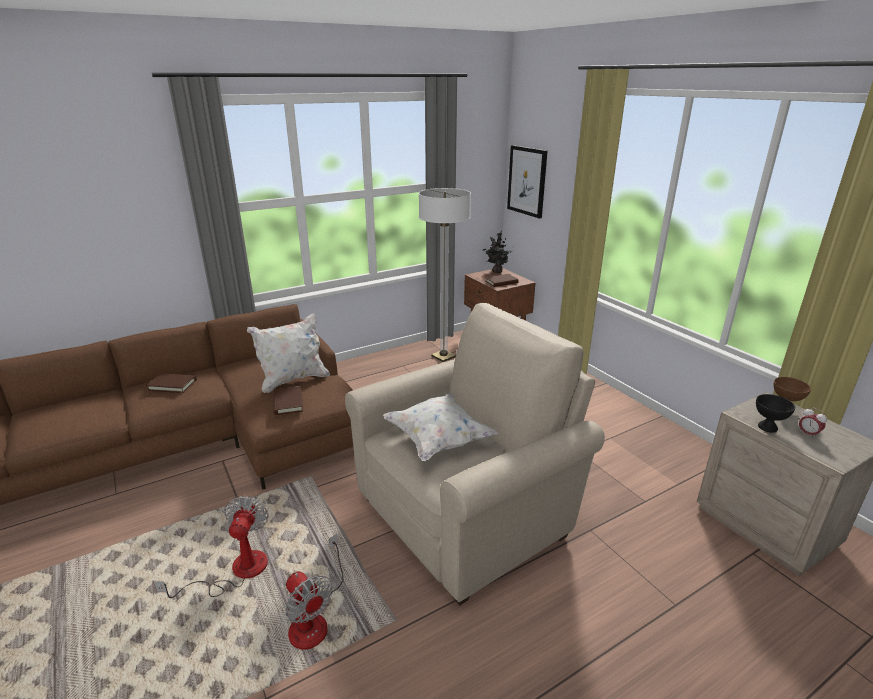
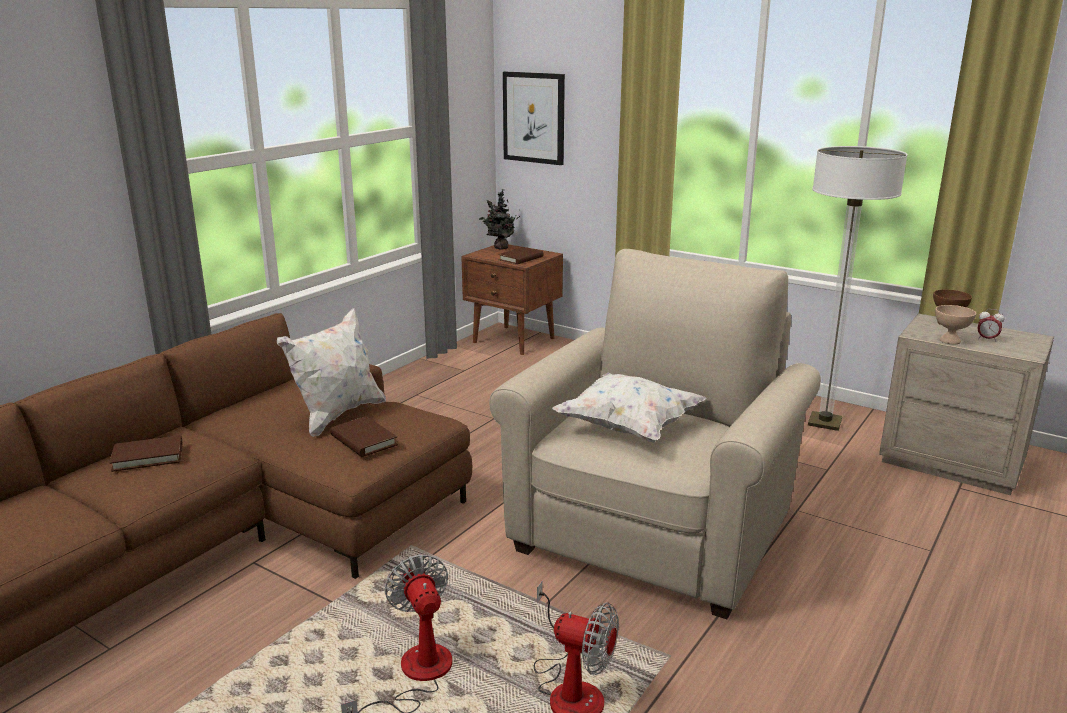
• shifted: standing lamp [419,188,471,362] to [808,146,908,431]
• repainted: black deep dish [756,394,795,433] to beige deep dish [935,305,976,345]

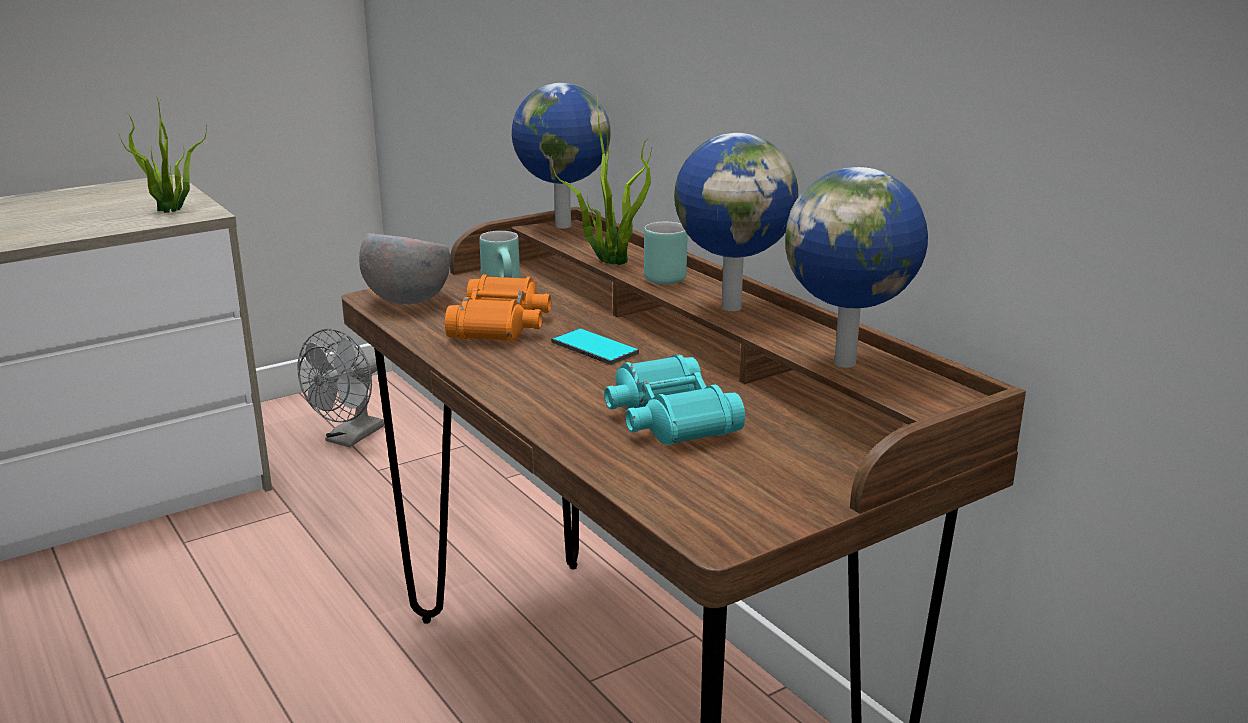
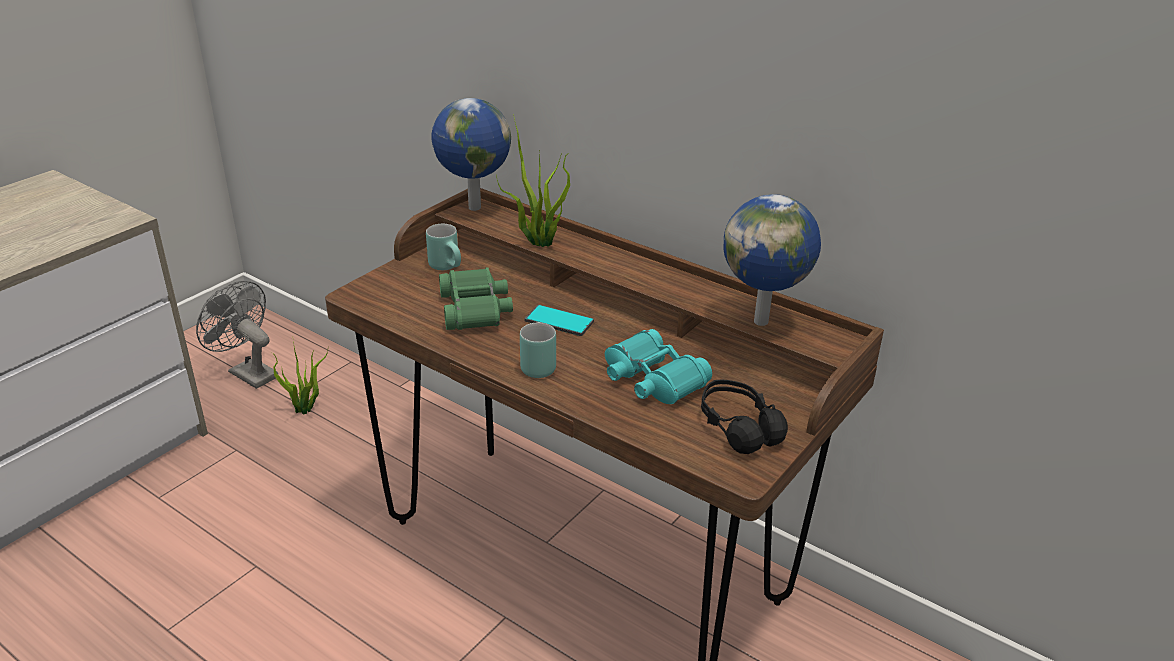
• rotated: greyish cooling fan [297,329,384,447] = [196,281,278,389] 120 degrees clockwise
• shifted: houseplant [119,96,207,213] to [272,342,328,415]
• repainted: orange-coloured binoculars [445,275,551,341] to green binoculars [439,267,513,330]
• shifted: turquoise-coloured mug [644,222,688,285] to [520,322,556,378]
• new: black pair of headphones [701,379,788,454]
• gone: greyish deep dish [359,233,450,304]
• gone: world globe [674,133,798,311]

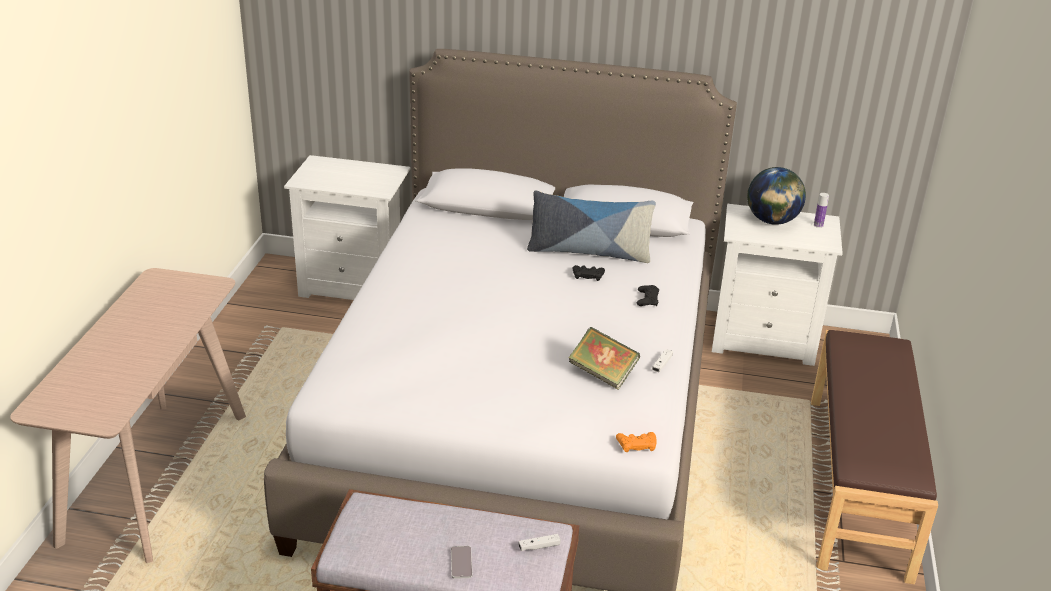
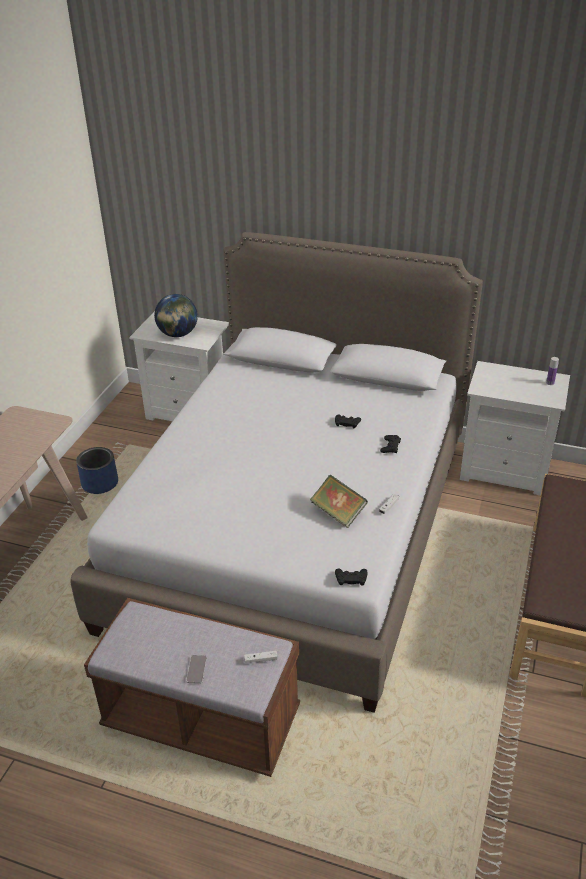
• new: blue plant pot [76,447,118,494]
• shifted: world globe [747,167,806,225] to [154,294,198,337]
• repainted: orange-coloured game controller [616,432,657,452] to black game controller [335,569,368,586]
• gone: throw pillow [527,190,656,263]

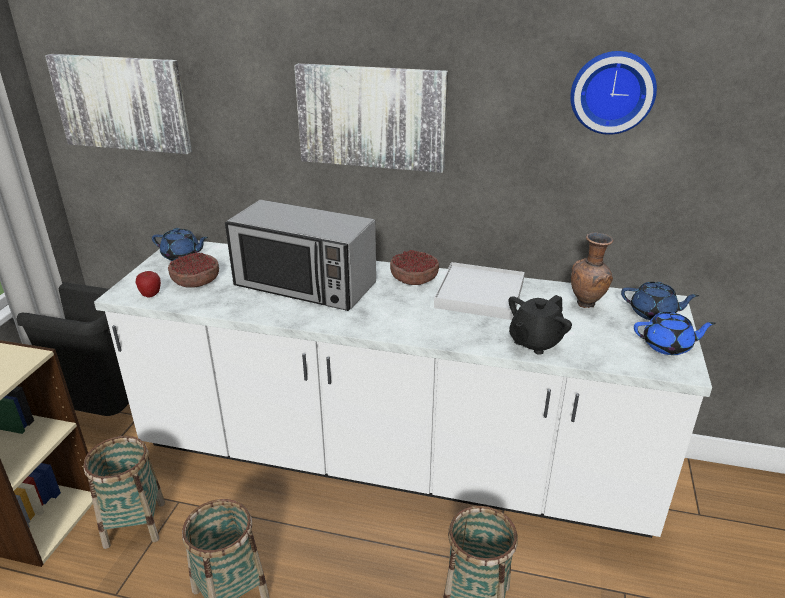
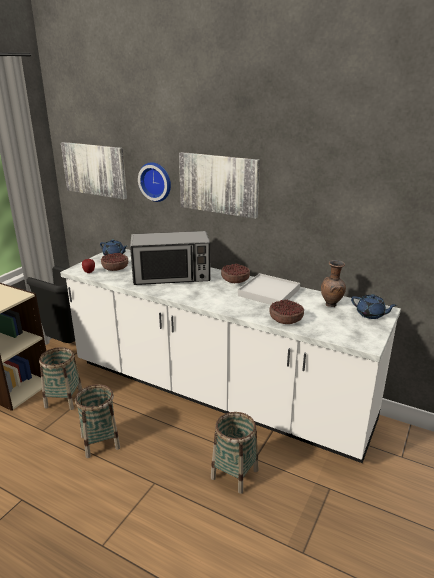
• rotated: microwave oven [225,200,376,311] = [130,231,210,285] 45 degrees counterclockwise
• shifted: clock on the wall [570,51,657,135] to [138,162,171,202]
• swapped: black teapot [509,295,572,355] to deep dish [269,299,304,324]
• gone: blue teapot [634,312,716,355]

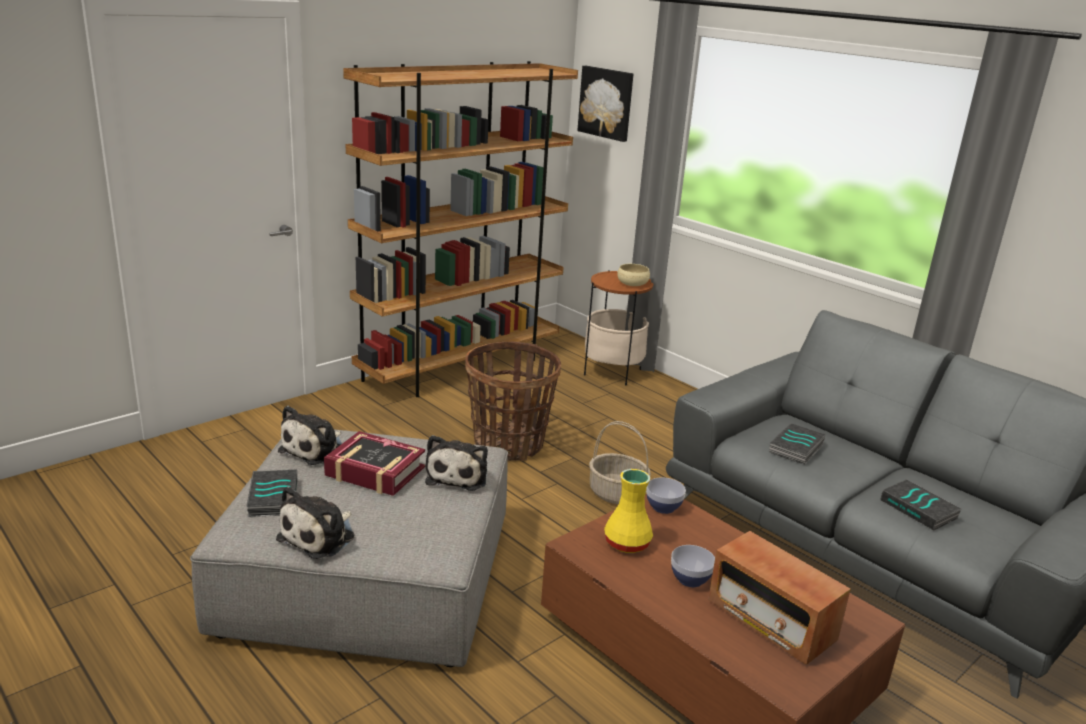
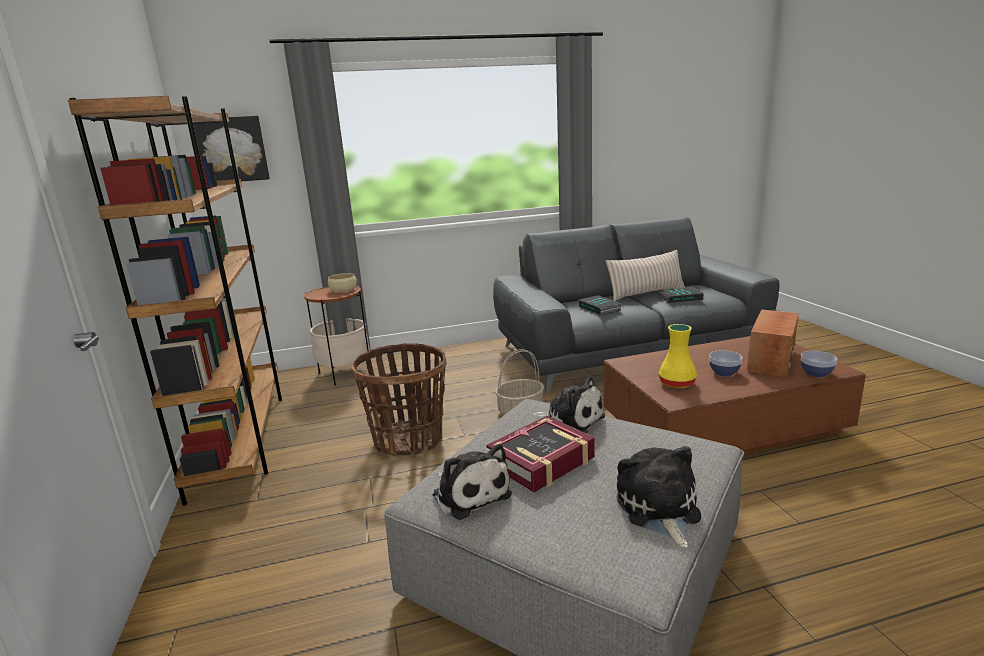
• new: beige throw pillow [606,250,685,301]
• rotated: plush toy [276,486,354,559] = [616,446,701,547] 150 degrees counterclockwise
• rotated: radio receiver [708,531,851,665] = [747,309,799,377] 45 degrees counterclockwise
• shifted: deep dish [646,477,686,514] to [801,351,837,378]
• gone: bound book [246,470,297,517]

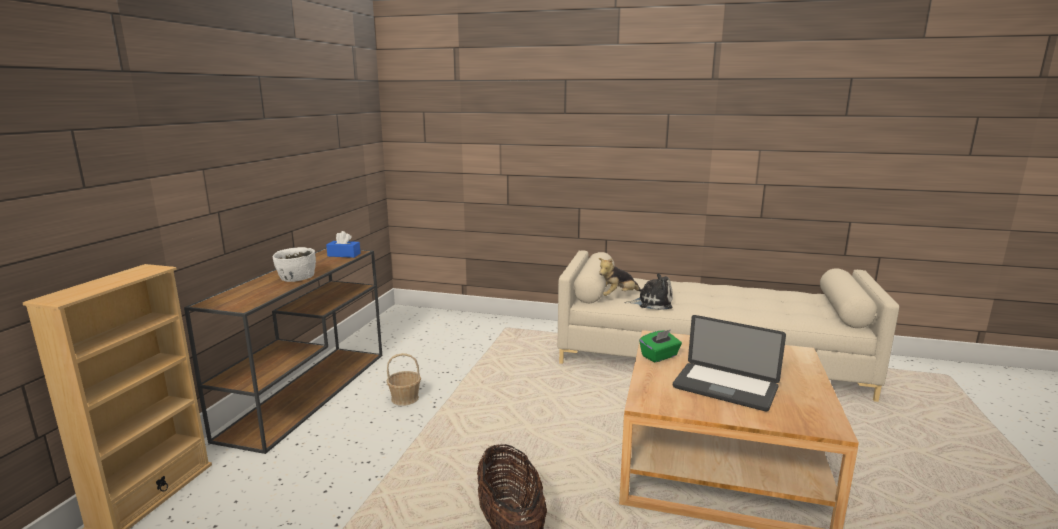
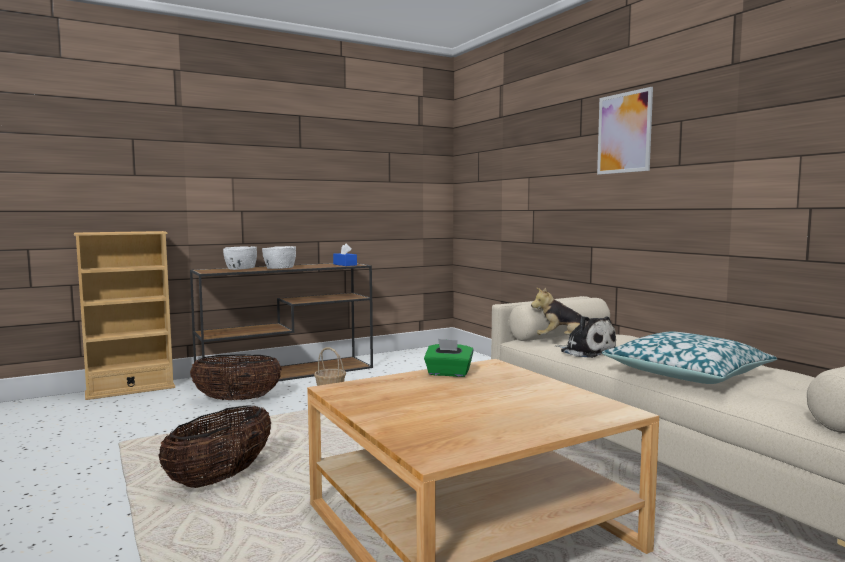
• new: storage basket [190,354,282,401]
• new: white deep dish [223,246,257,270]
• new: wall picture [597,87,653,175]
• new: throw pillow [602,332,777,384]
• gone: portable computer [673,315,786,411]

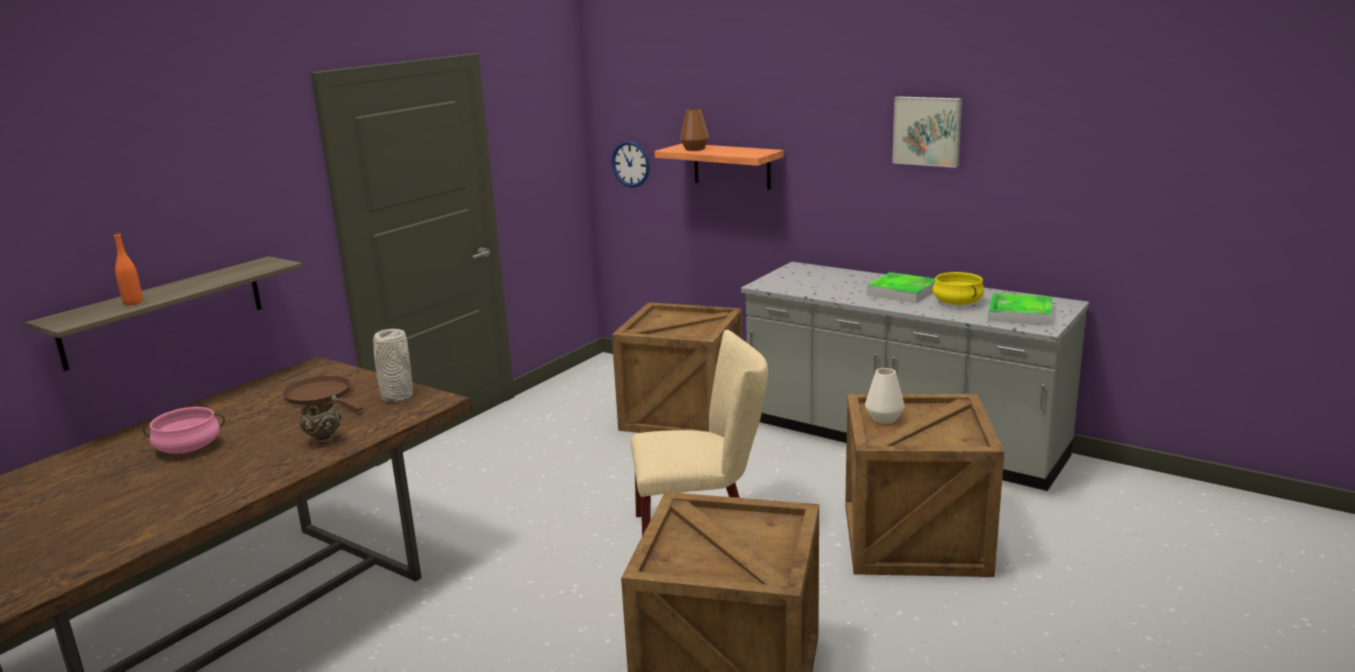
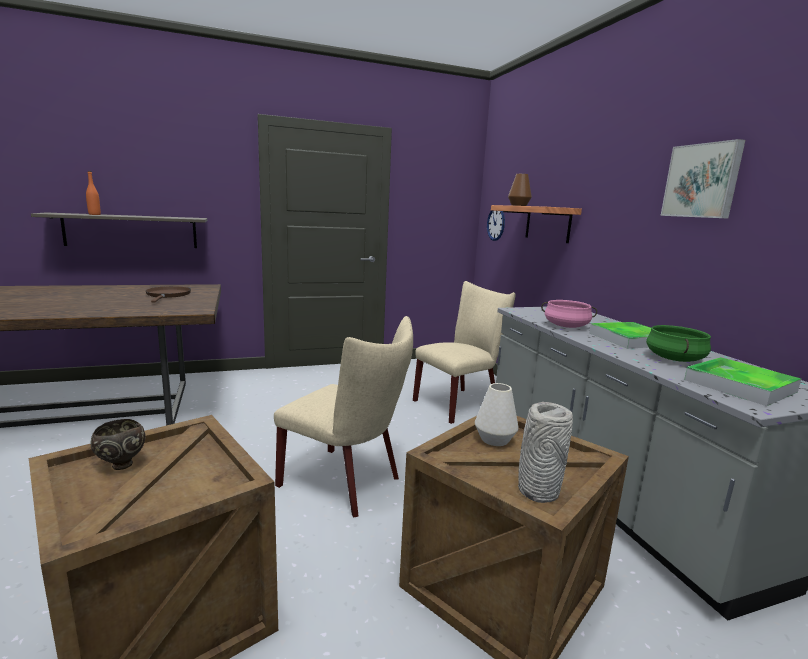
• shifted: brown-coloured deep dish [299,403,341,444] to [90,419,146,470]
• swapped: shipping crate [612,302,742,433] to beige chair [413,281,516,424]
• shifted: greyish flower vase [373,329,413,403] to [518,402,573,503]
• shifted: pink saucepot [143,407,225,454] to [541,300,597,328]
• repainted: yellow-coloured saucepot [932,272,984,305] to green saucepot [646,325,711,362]

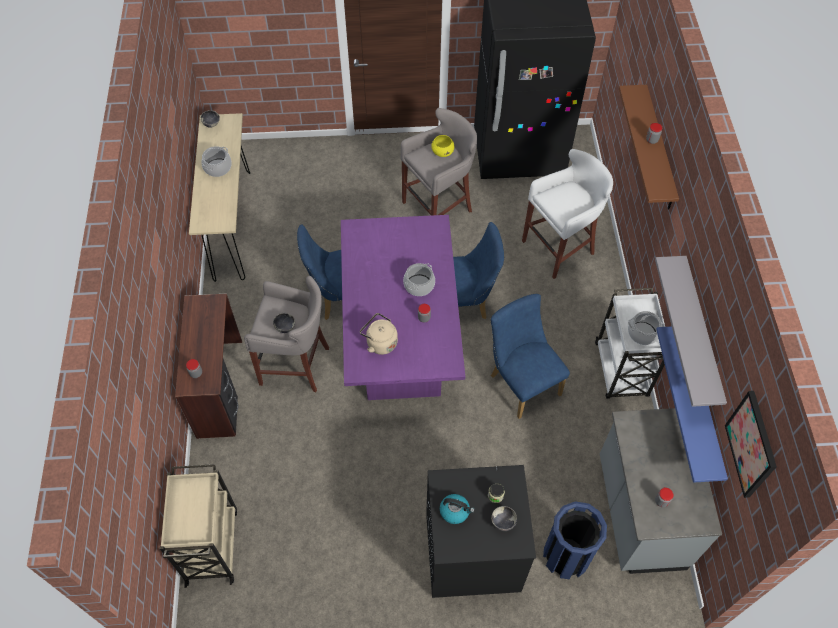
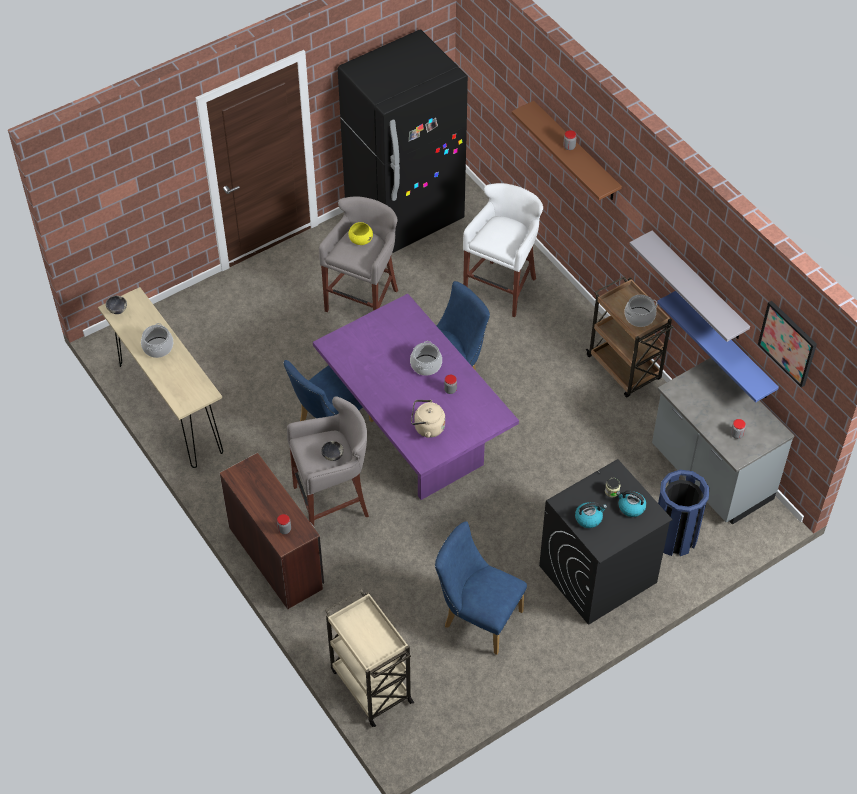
• shifted: blue chair [491,294,570,419] to [435,521,527,655]
• repainted: white cart [595,288,665,399] to brown-coloured cart [586,277,673,397]
• swapped: deep dish [491,506,517,531] to tea kettle [616,490,646,517]

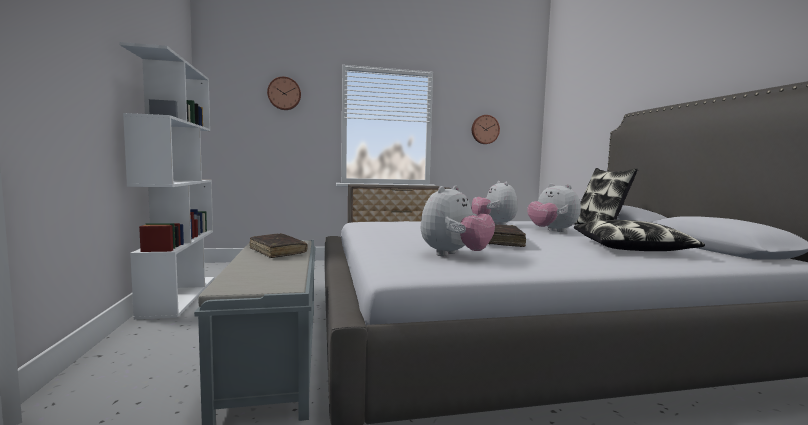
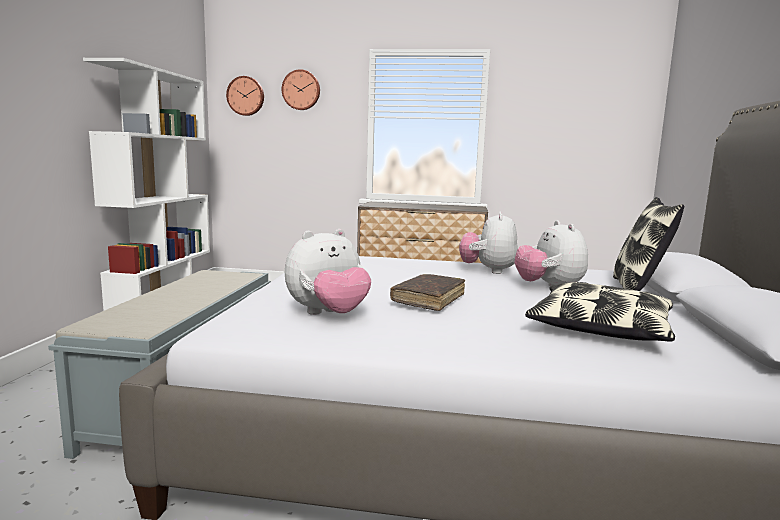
• shifted: clock on the wall [472,115,500,144] to [226,76,264,116]
• gone: brown-coloured bound book [250,233,308,258]

